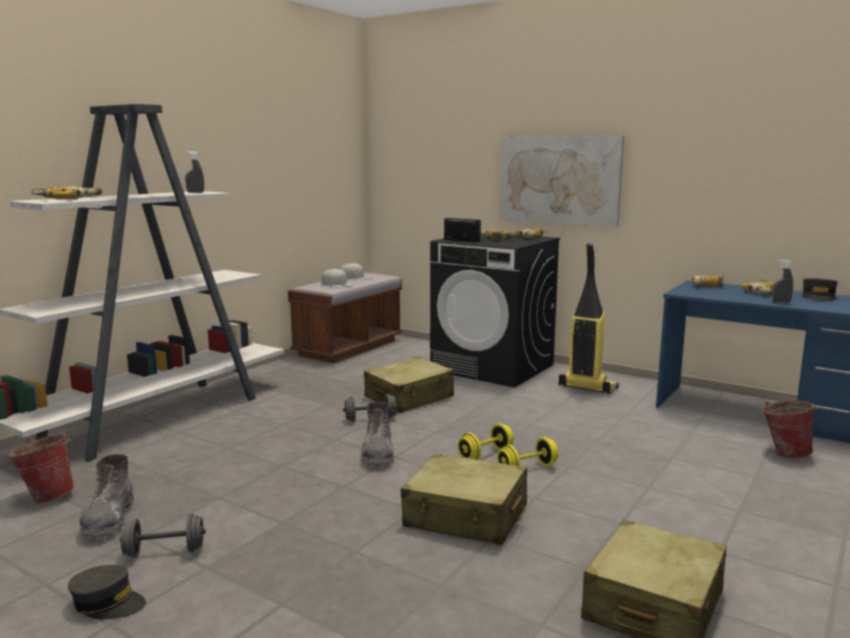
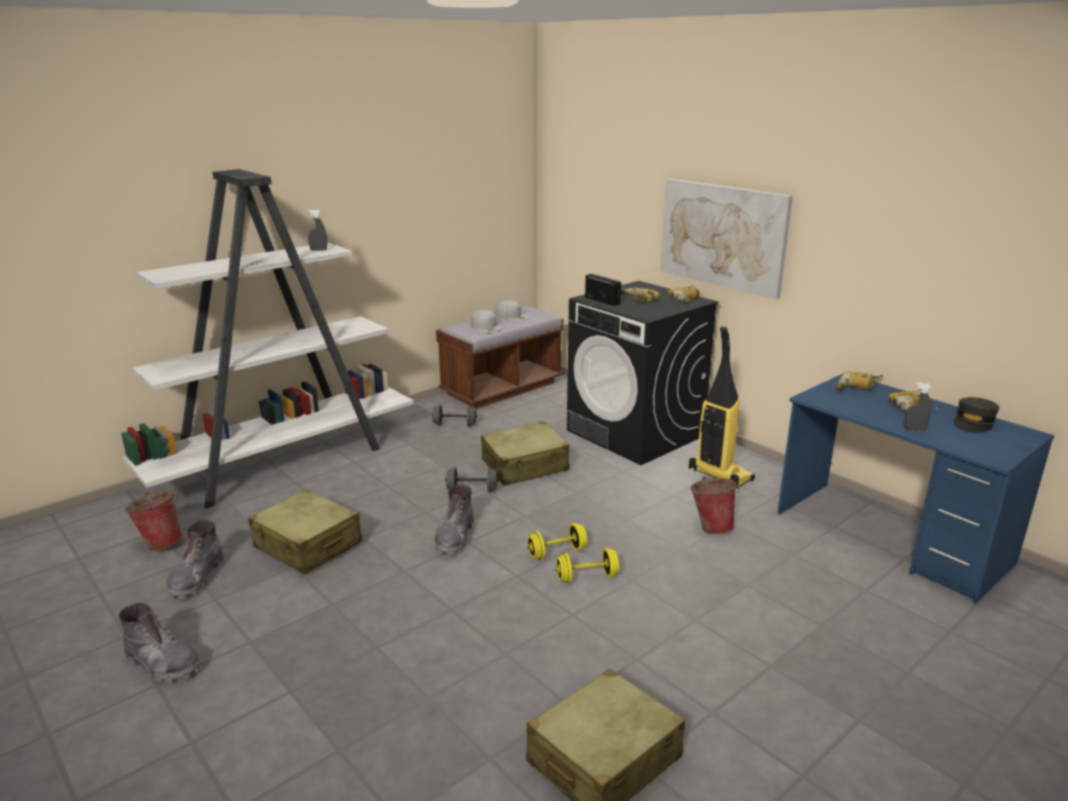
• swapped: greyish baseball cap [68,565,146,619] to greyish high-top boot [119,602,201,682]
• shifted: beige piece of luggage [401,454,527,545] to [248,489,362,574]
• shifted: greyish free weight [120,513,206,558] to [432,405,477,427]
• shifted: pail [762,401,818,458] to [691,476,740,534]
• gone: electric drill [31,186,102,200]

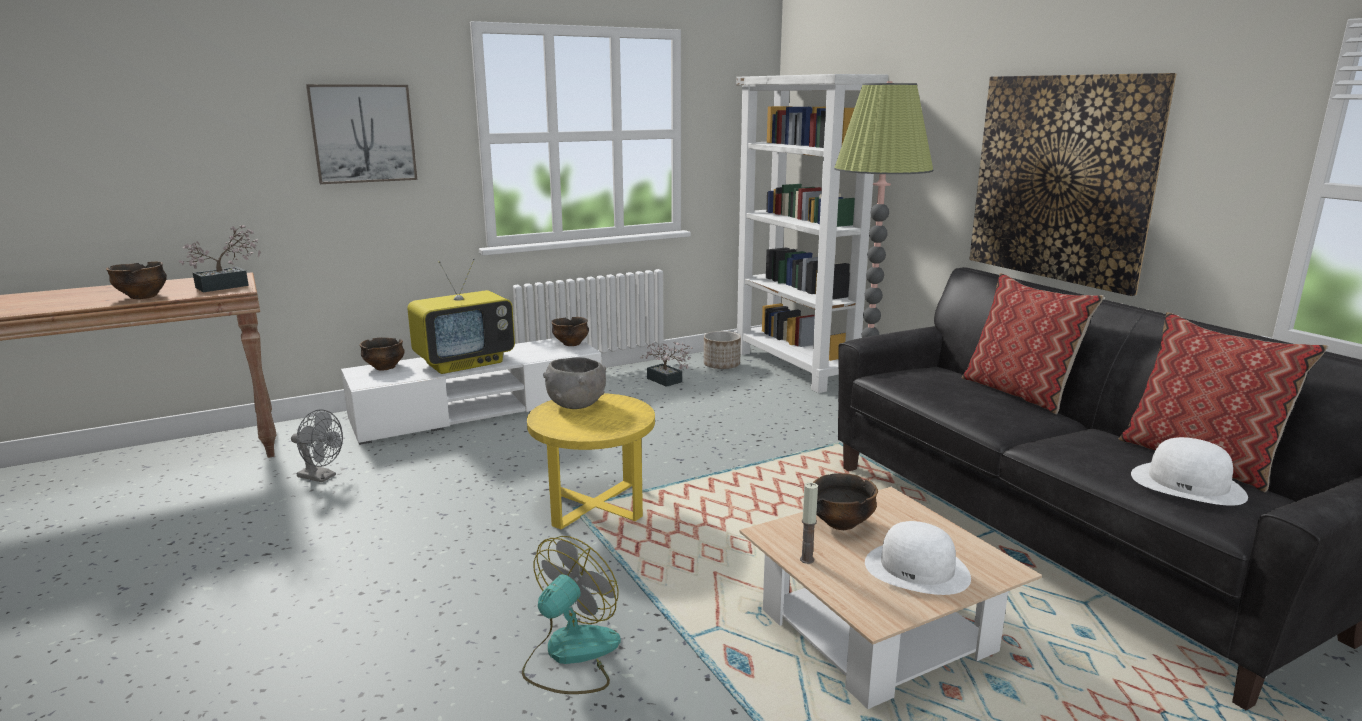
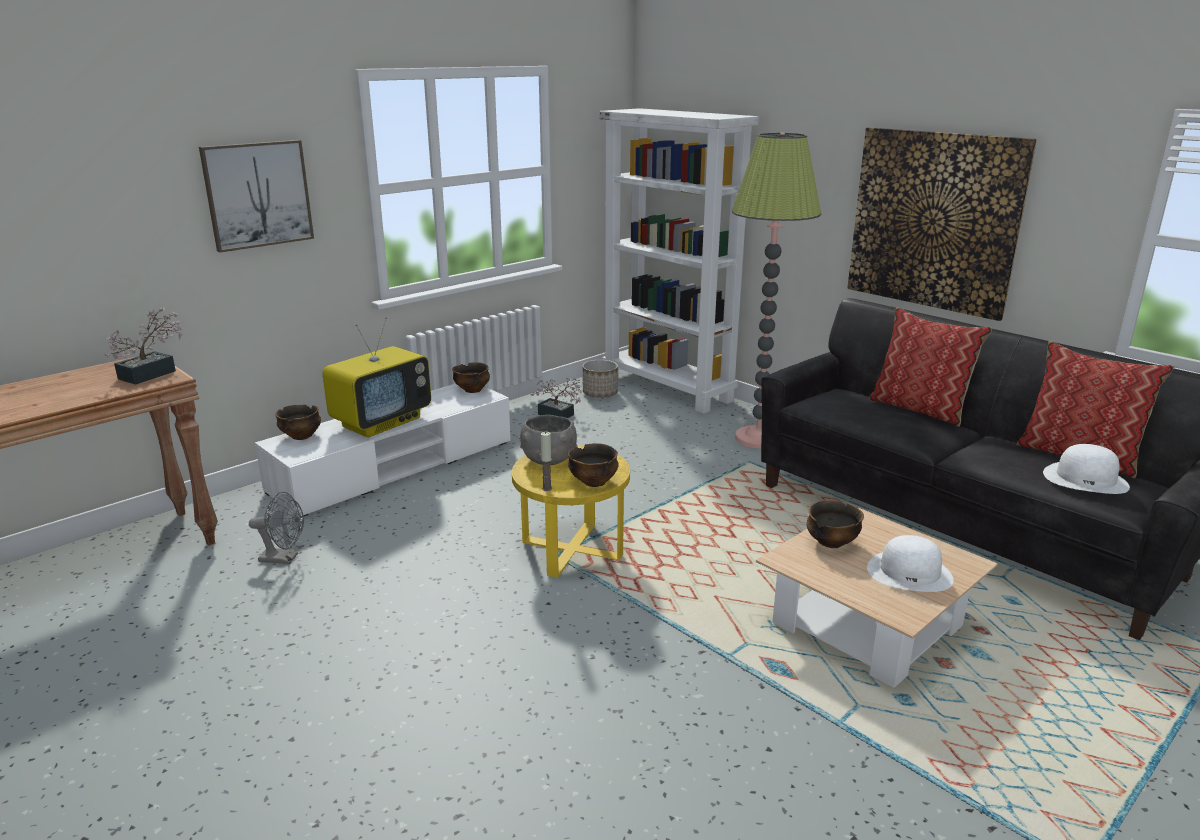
• shifted: wax candle [800,483,818,564] to [541,432,552,491]
• shifted: deep dish [106,262,167,299] to [568,443,619,487]
• gone: cooling fan [522,536,621,694]

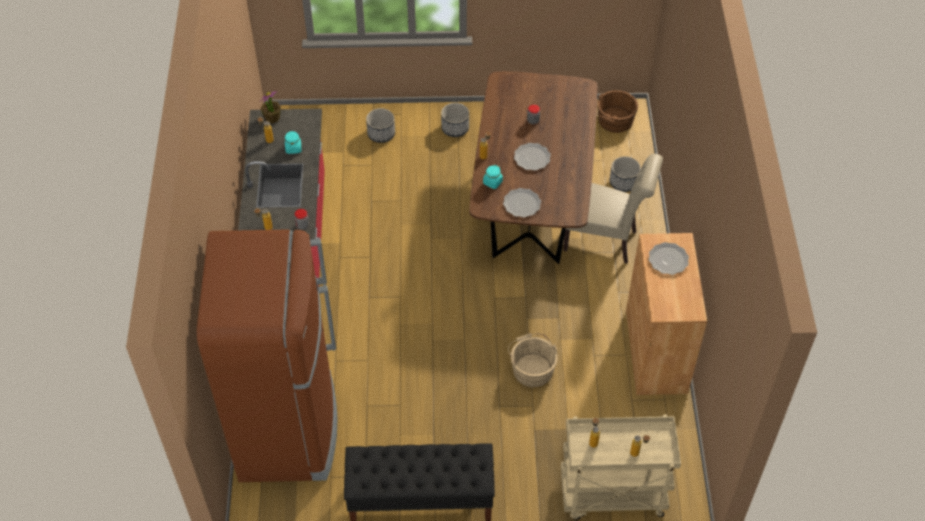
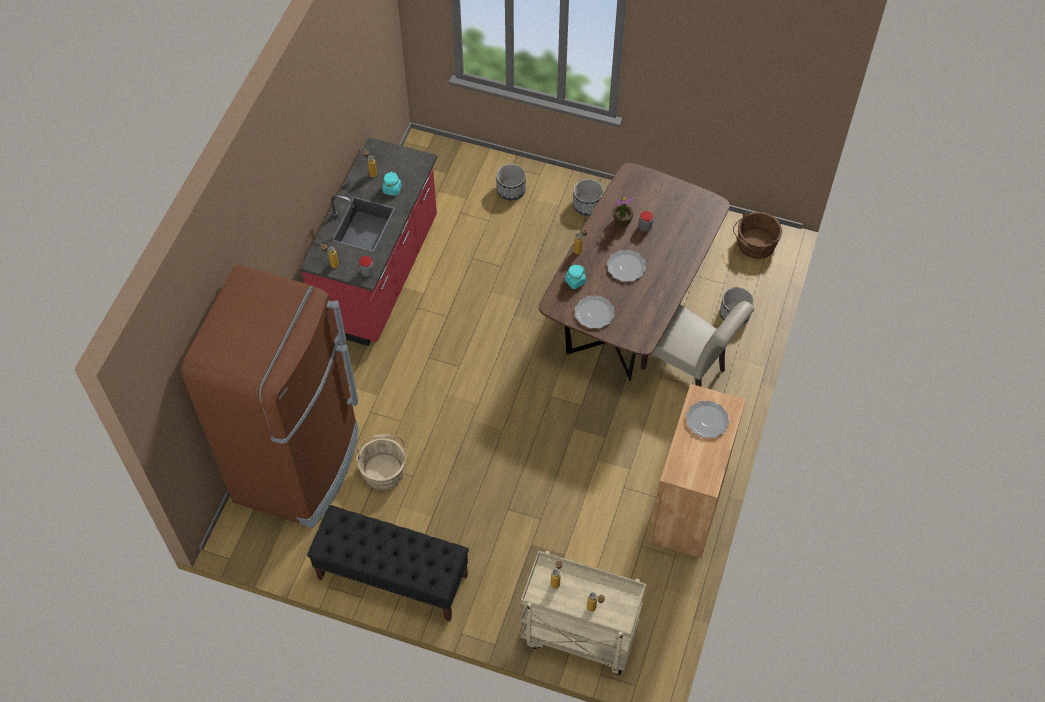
• shifted: beige pail [508,333,558,387] to [356,434,407,490]
• shifted: houseplant [260,91,281,123] to [612,197,635,228]

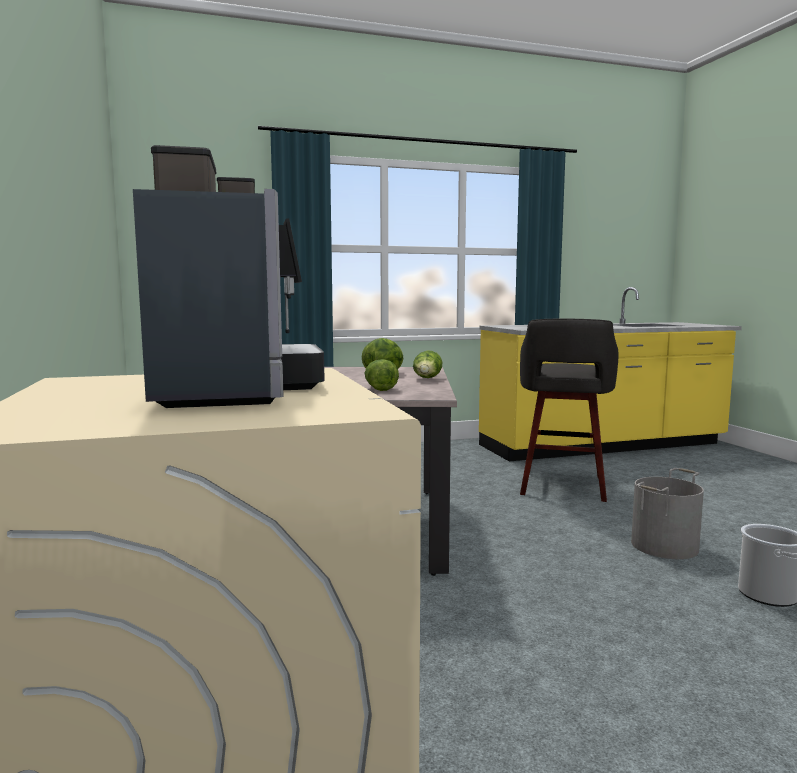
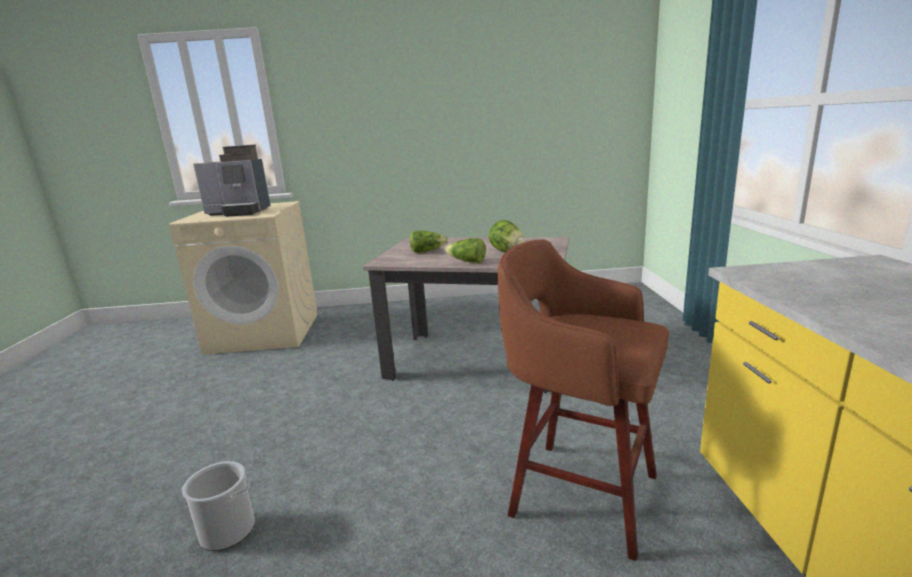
• repainted: greyish sitting stool [520,319,619,502] to brown-coloured sitting stool [497,240,669,561]
• gone: greyish pail [631,468,704,559]

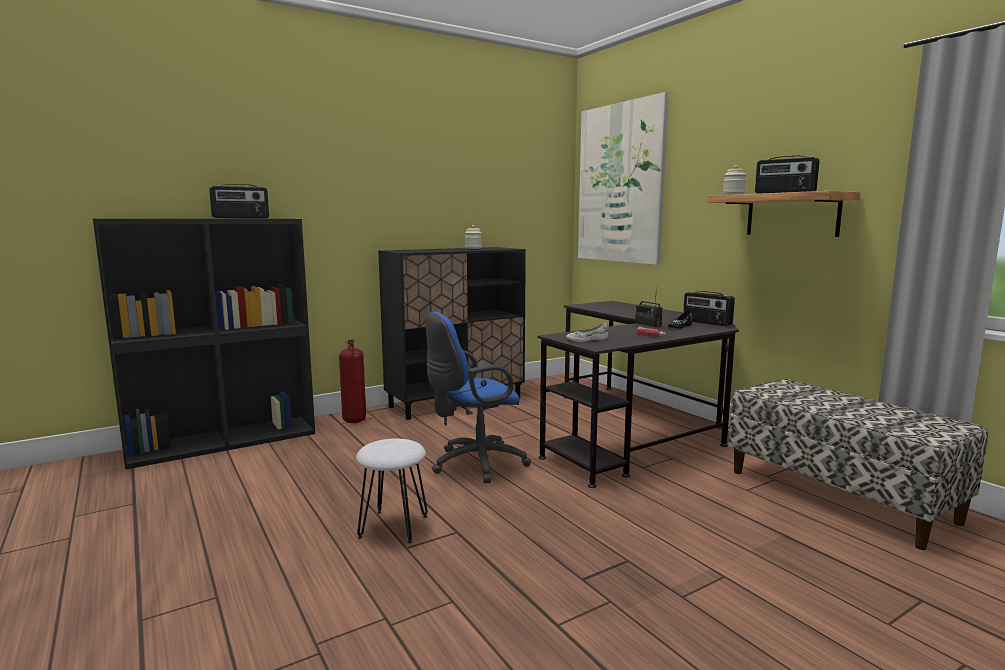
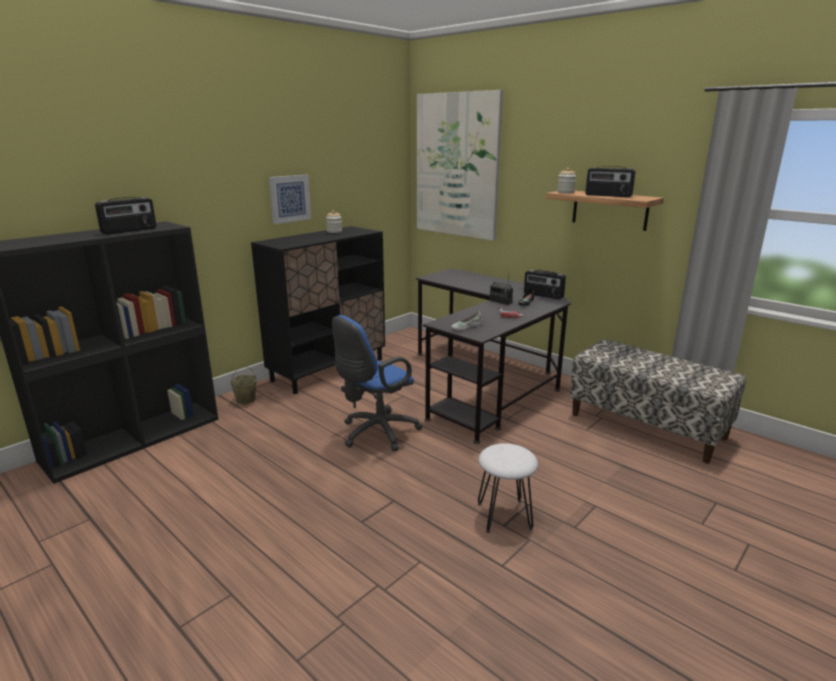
• swapped: extinguisher [339,339,366,423] to beige pail [230,365,257,405]
• new: wall picture [269,175,311,224]
• shifted: white sitting stool [356,439,428,543] to [478,443,538,533]

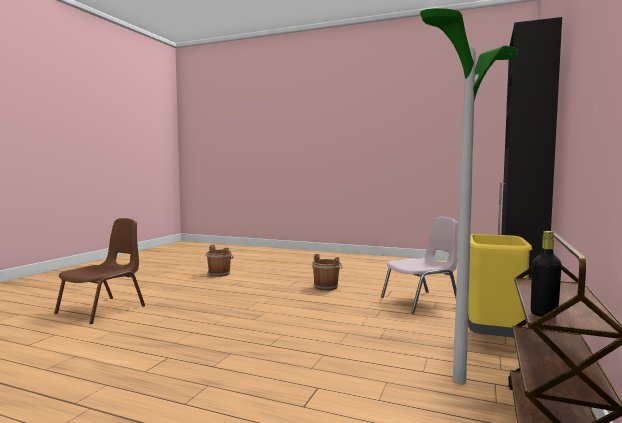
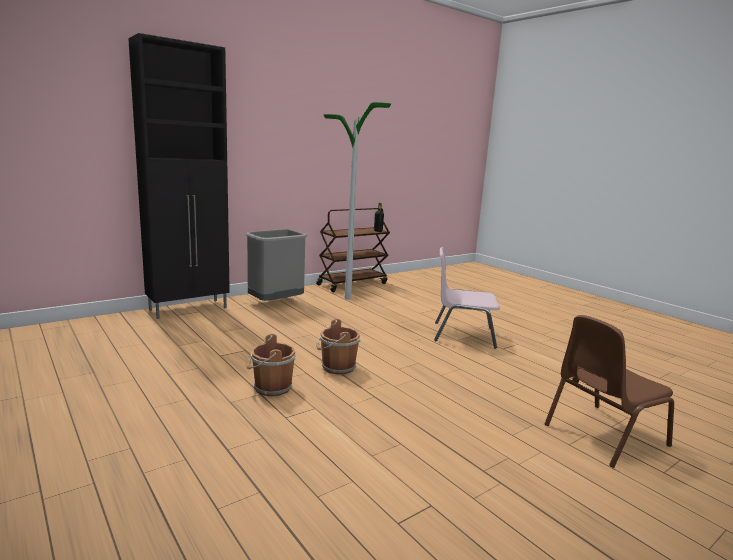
• repainted: yellow-coloured waste bin [468,234,532,338] to greyish waste bin [246,229,307,301]
• shifted: brown-coloured pail [205,245,234,277] to [316,319,361,374]
• shifted: pink chair [381,217,458,314] to [434,247,500,349]

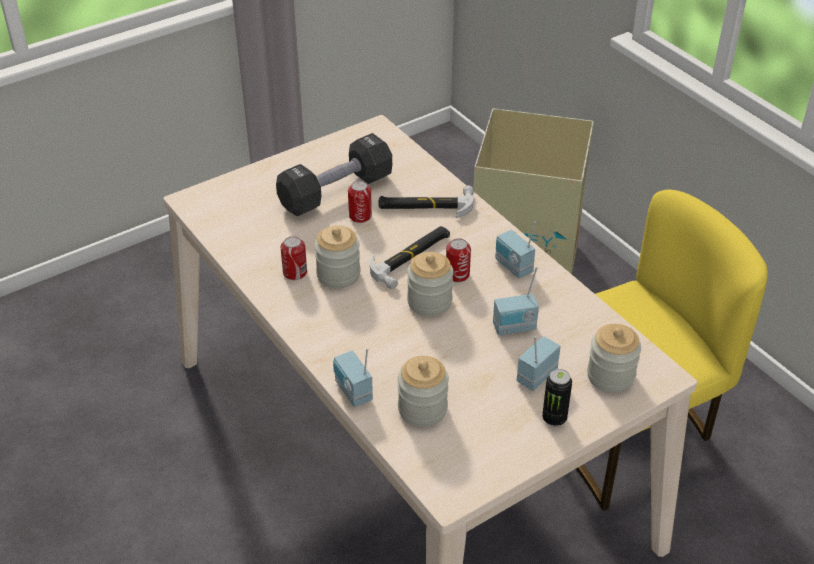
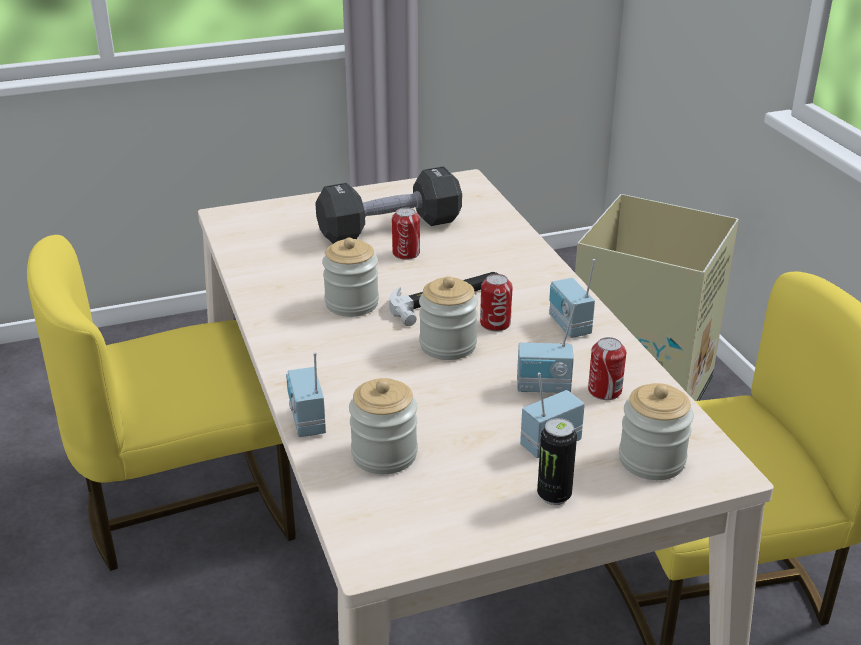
• new: yellow-coloured chair [27,235,296,571]
• shifted: can [281,236,307,280] to [588,337,626,400]
• gone: tool hammer [379,185,474,218]

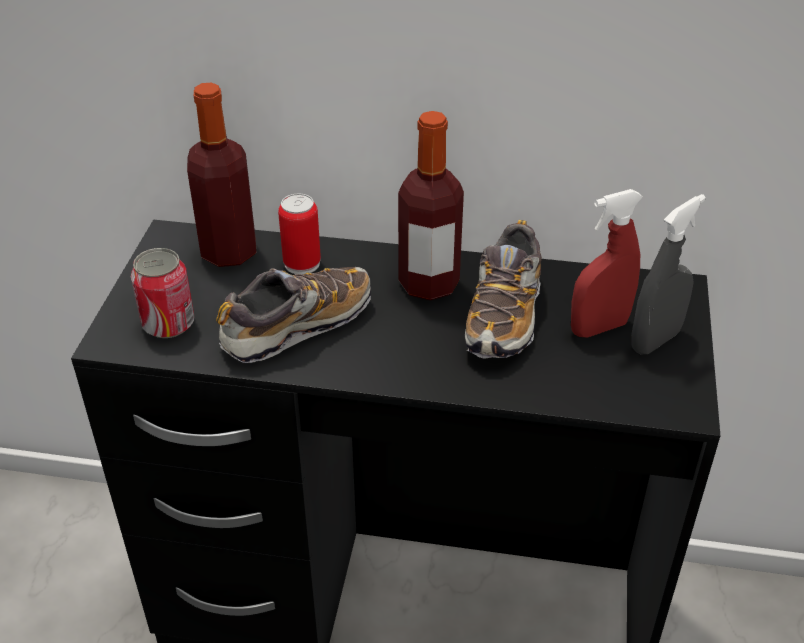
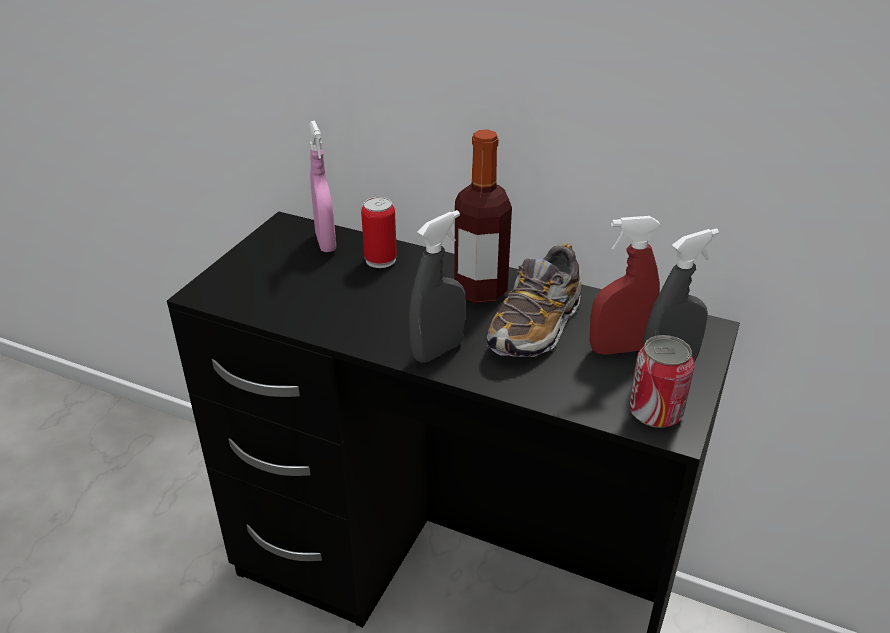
• swapped: bottle [187,82,256,267] to pink sprayer [309,121,336,252]
• new: greyish sprayer [409,210,466,363]
• shifted: can [131,248,194,338] to [629,335,695,428]
• gone: item of footwear [216,267,371,363]

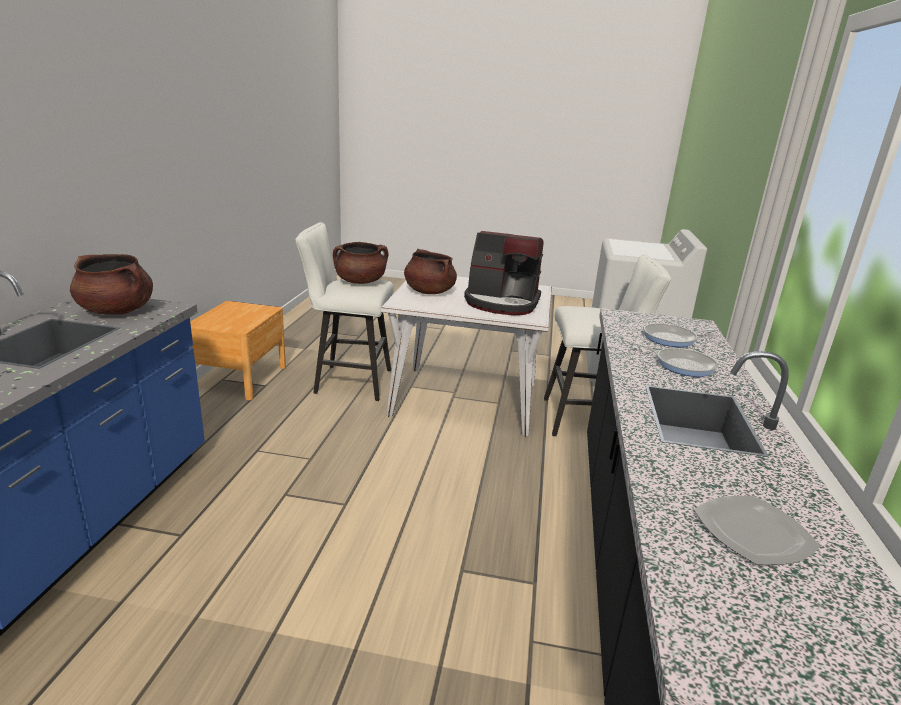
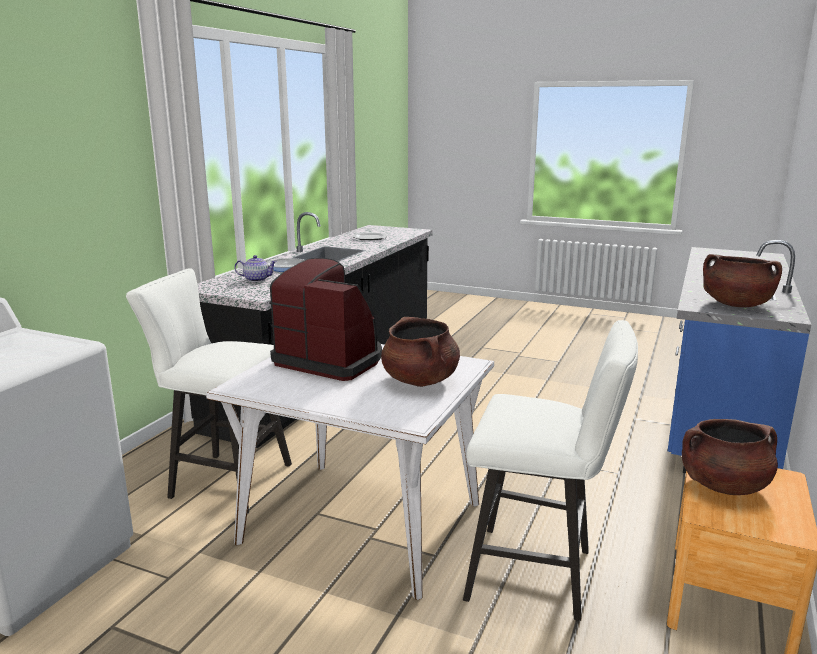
• swapped: frying pan [644,323,717,347] to teapot [234,255,277,282]
• shifted: brown-coloured saucepot [333,242,388,284] to [682,419,778,495]

